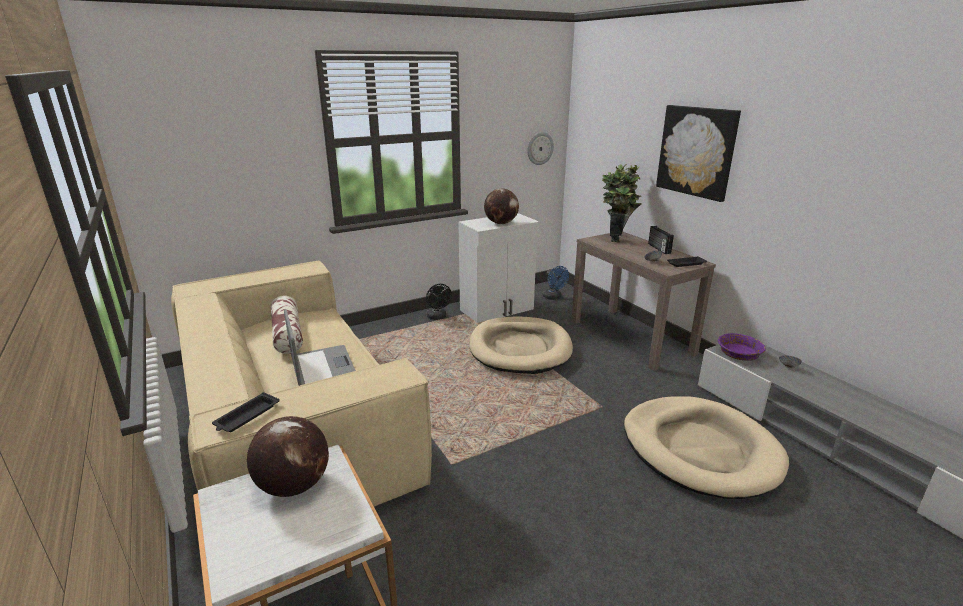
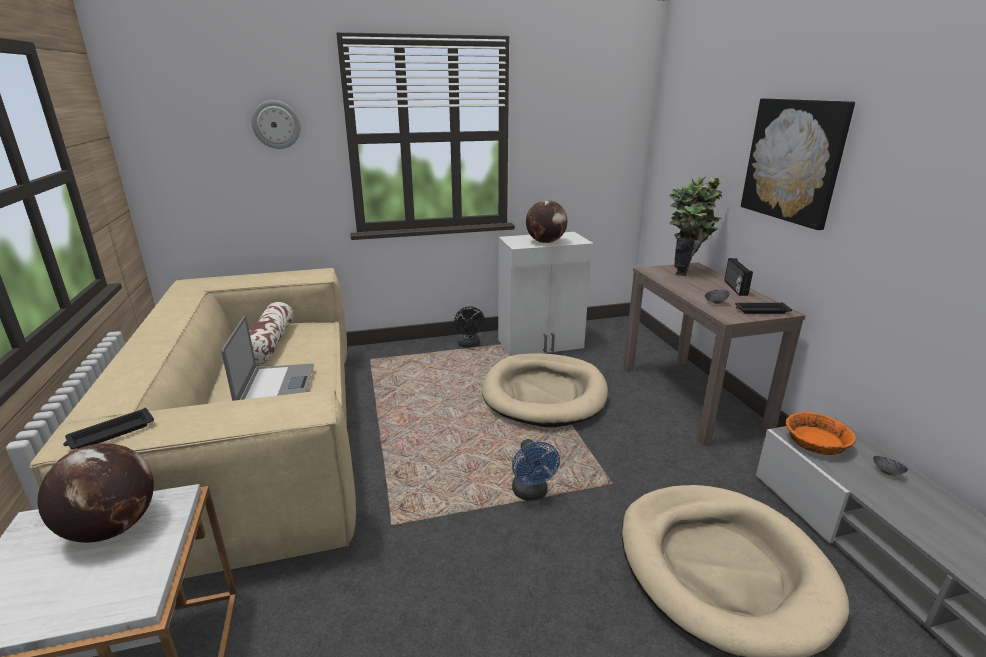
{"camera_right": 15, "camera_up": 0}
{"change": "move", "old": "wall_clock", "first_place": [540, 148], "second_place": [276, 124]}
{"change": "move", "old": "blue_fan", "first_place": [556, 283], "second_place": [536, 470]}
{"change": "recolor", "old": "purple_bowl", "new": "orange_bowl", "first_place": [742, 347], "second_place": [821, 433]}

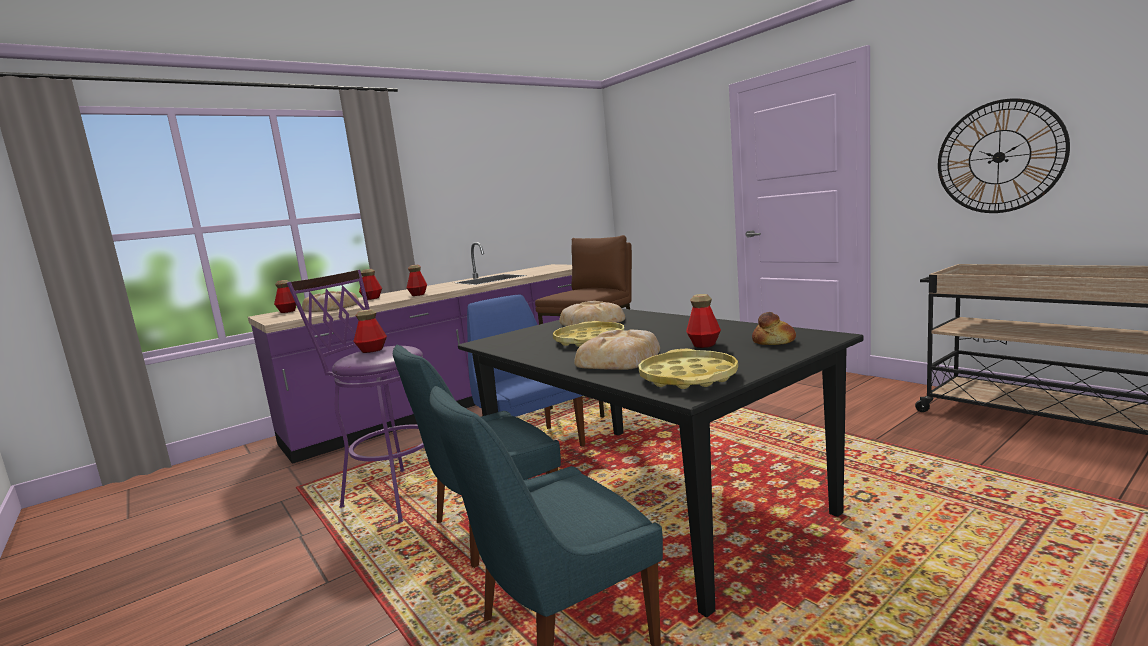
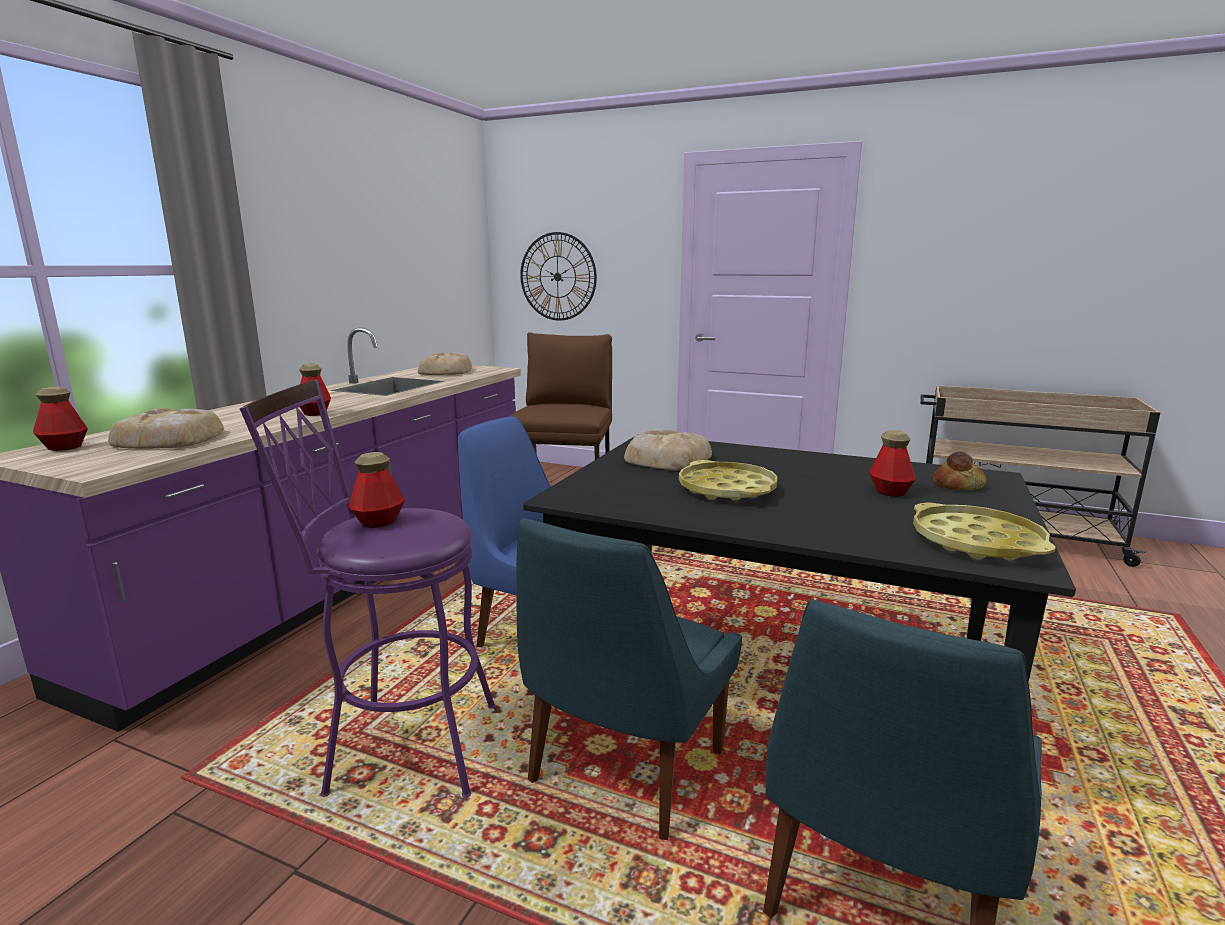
{"camera_right": -30, "camera_up": 5}
{"change": "move", "old": "wall_clock", "first_place": [1004, 155], "second_place": [558, 276]}
{"change": "delete", "old": "bottle", "first_place": [370, 284]}
{"change": "move", "old": "bread", "first_place": [617, 350], "second_place": [445, 363]}

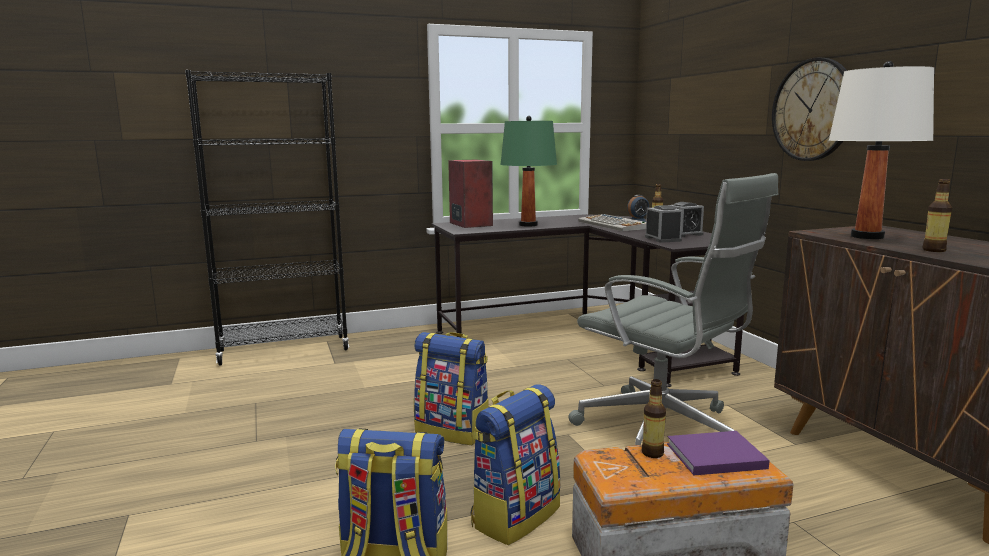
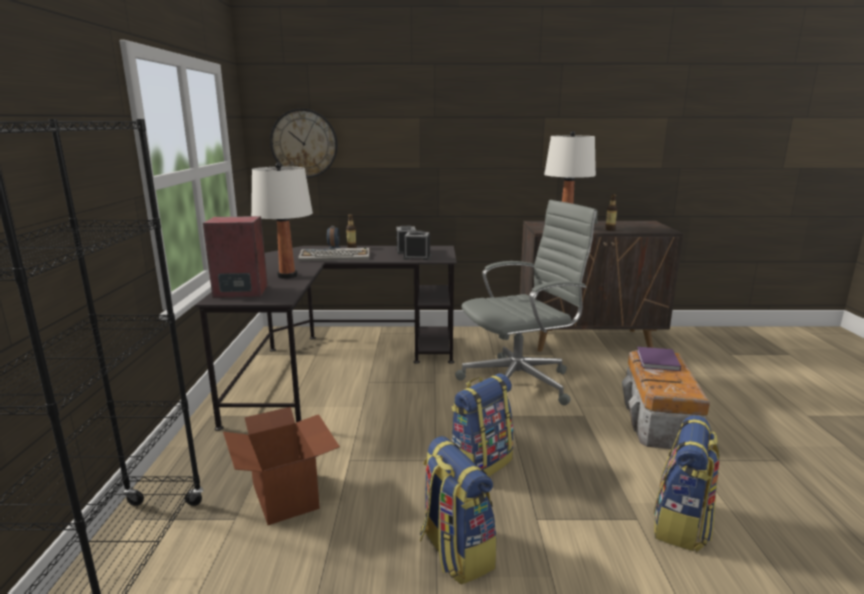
{"camera_right": -70, "camera_up": 5}
{"change": "move", "old": "wall_clock", "first_place": [809, 109], "second_place": [304, 143]}
{"change": "recolor", "old": "green_table_lamp", "new": "white_table_lamp", "first_place": [528, 171], "second_place": [282, 221]}
{"change": "delete", "old": "bottle", "first_place": [654, 418]}
{"change": "move", "old": "backpack", "first_place": [516, 464], "second_place": [458, 510]}
{"change": "insert", "new": "cardboard_box", "second_place": [281, 466]}

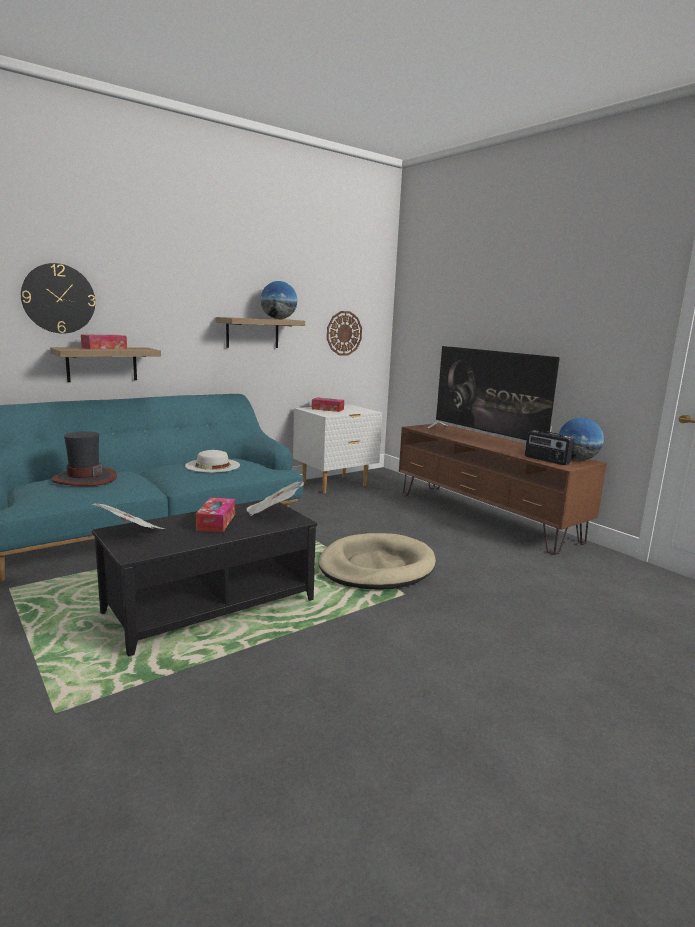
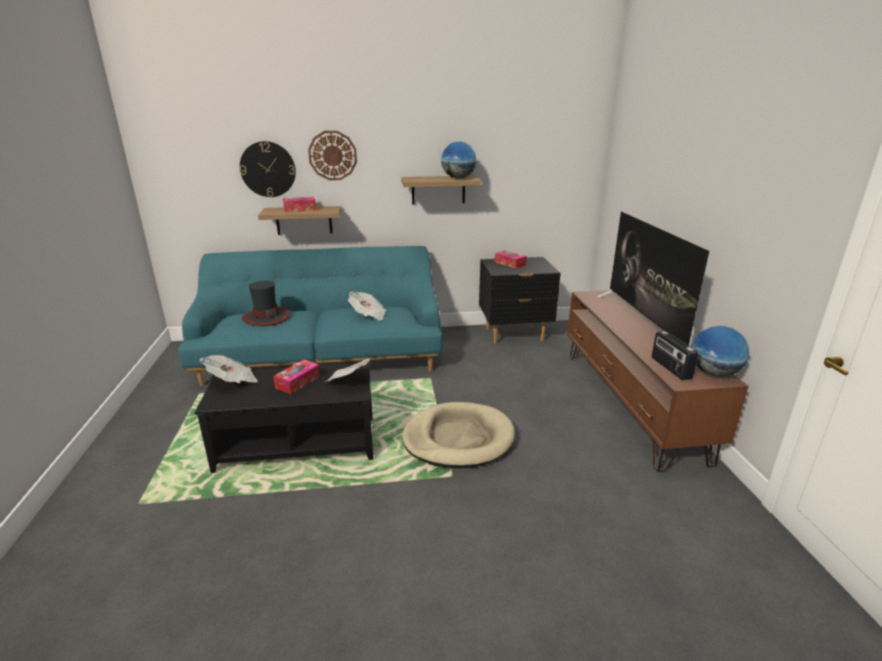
{"camera_right": 30, "camera_up": 10}
{"change": "move", "old": "wall_clock", "first_place": [344, 333], "second_place": [332, 155]}
{"change": "recolor", "old": "white_nightstand", "new": "black_nightstand", "first_place": [337, 449], "second_place": [520, 300]}
{"change": "replace", "old": "white_hat", "new": "newspaper", "first_place": [212, 461], "second_place": [367, 306]}

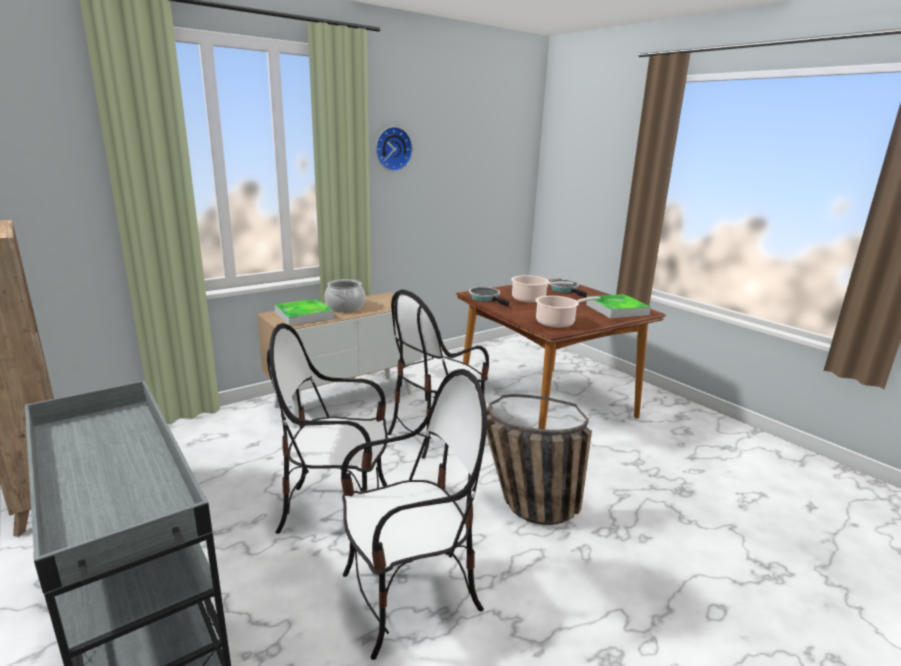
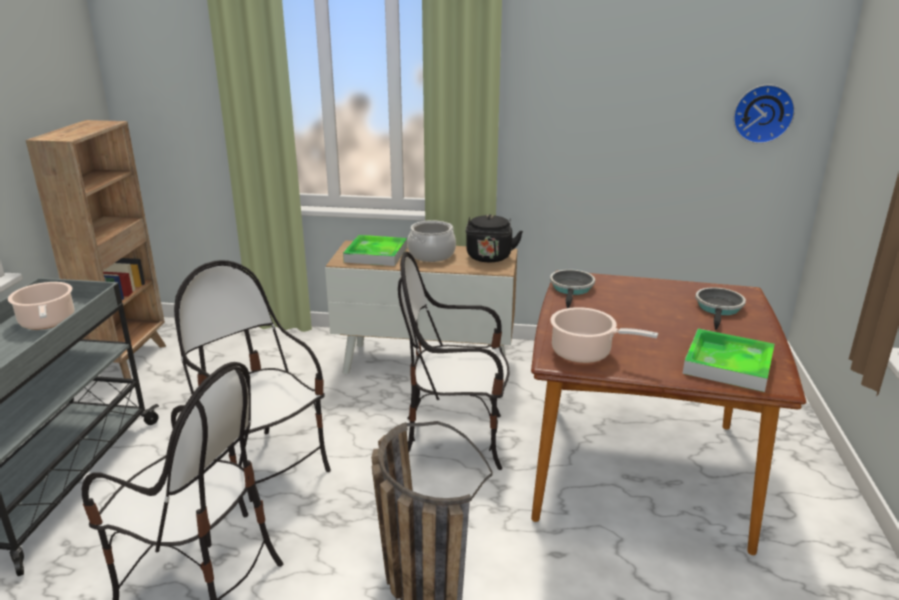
{"camera_right": 45, "camera_up": 5}
{"change": "move", "old": "wall_clock", "first_place": [394, 149], "second_place": [764, 114]}
{"change": "move", "old": "cooking_pot", "first_place": [542, 289], "second_place": [41, 306]}
{"change": "insert", "new": "black_kettle", "second_place": [494, 238]}

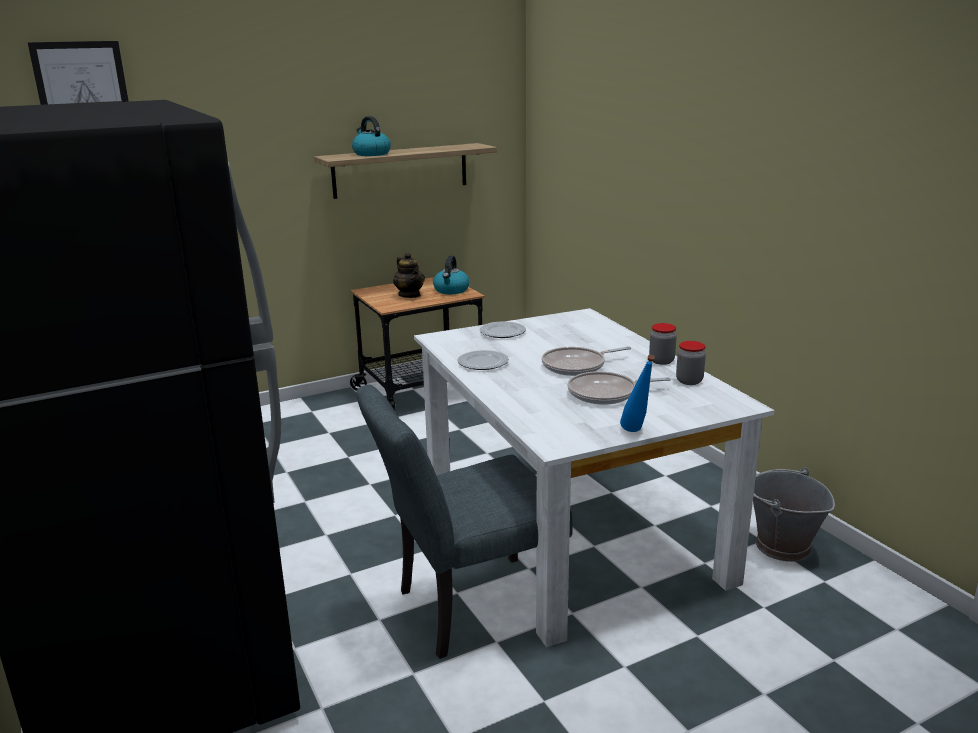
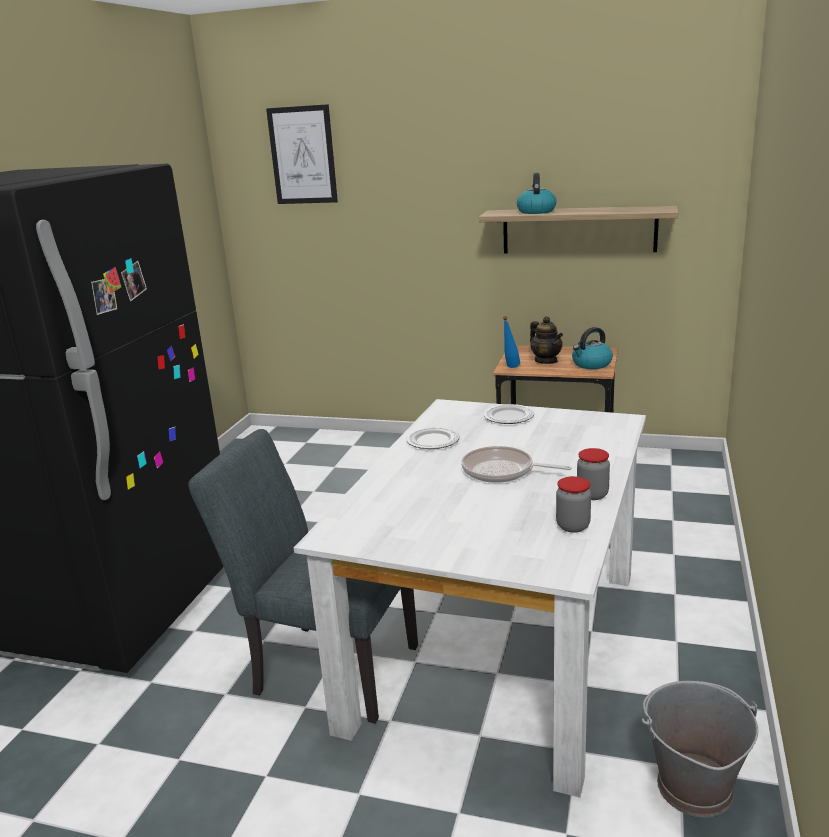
{"camera_right": 45, "camera_up": 0}
{"change": "rotate", "old": "teapot", "first_place": [409, 275], "second_place": [546, 340], "degrees": -45}
{"change": "move", "old": "blue_bottle", "first_place": [637, 393], "second_place": [511, 342]}
{"change": "delete", "old": "frying_pan", "first_place": [619, 388]}

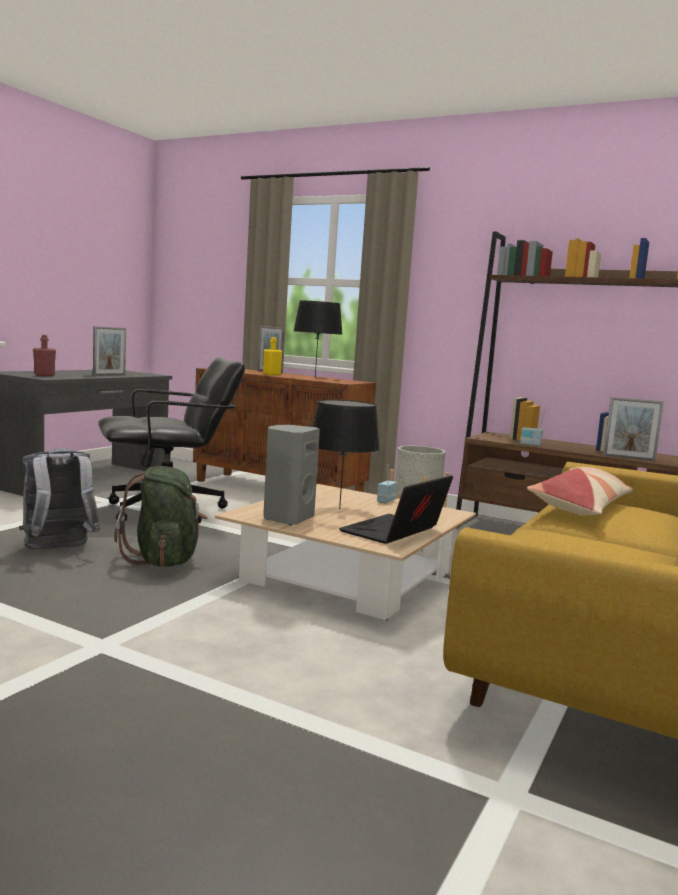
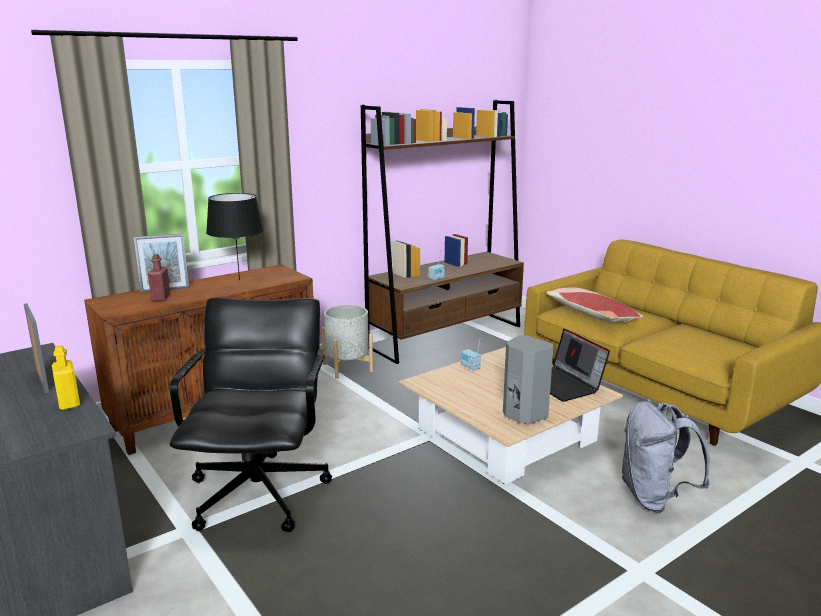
{"camera_right": -65, "camera_up": 10}
{"change": "move", "old": "red_bottle", "first_place": [44, 355], "second_place": [159, 278]}
{"change": "move", "old": "yellow_bottle", "first_place": [272, 356], "second_place": [66, 377]}
{"change": "delete", "old": "picture_frame", "first_place": [633, 429]}
{"change": "delete", "old": "black_table_lamp", "first_place": [346, 454]}
{"change": "move", "old": "grey_backpack", "first_place": [59, 499], "second_place": [665, 457]}
{"change": "delete", "old": "green_backpack", "first_place": [161, 516]}

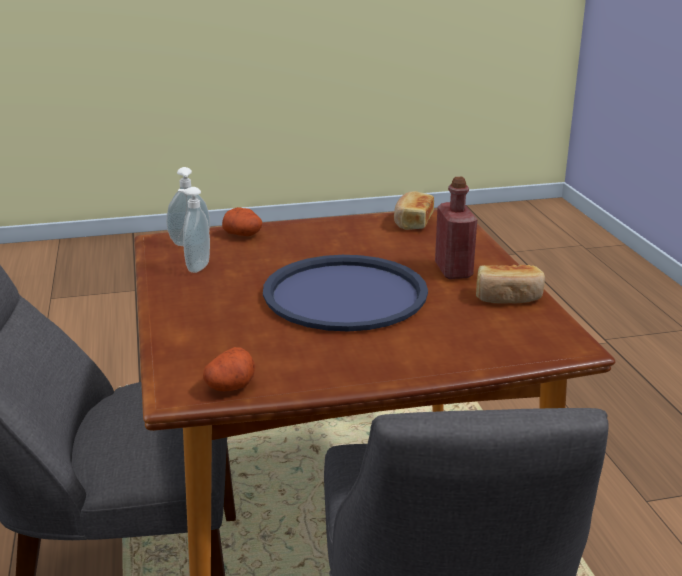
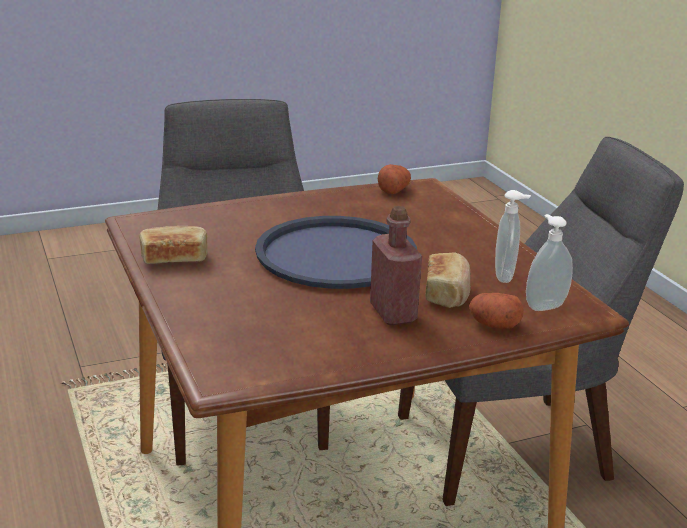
{"camera_right": 170, "camera_up": 0}
{"change": "move", "old": "red_bottle", "first_place": [456, 228], "second_place": [396, 265]}
{"change": "move", "old": "bread", "first_place": [414, 210], "second_place": [448, 280]}

